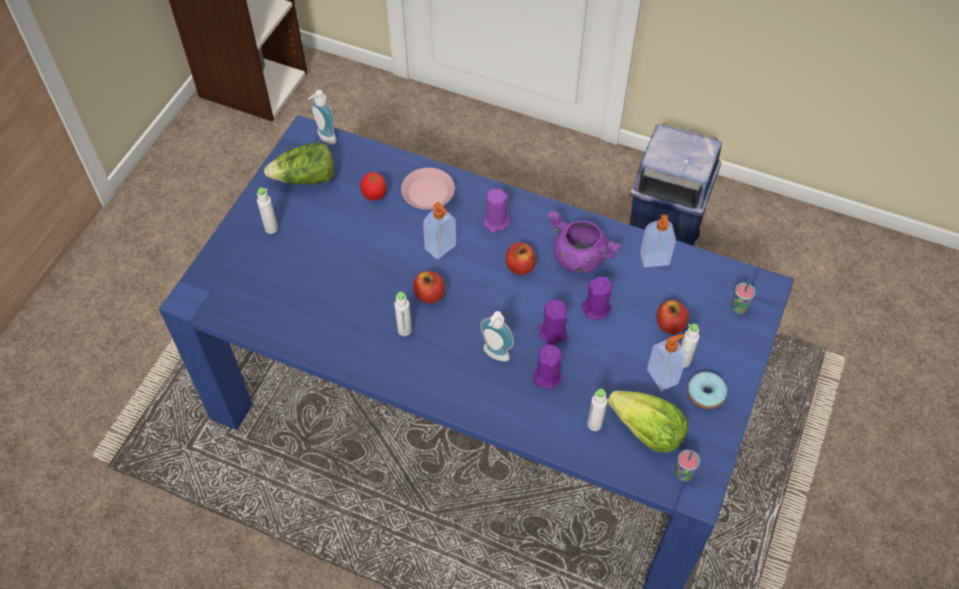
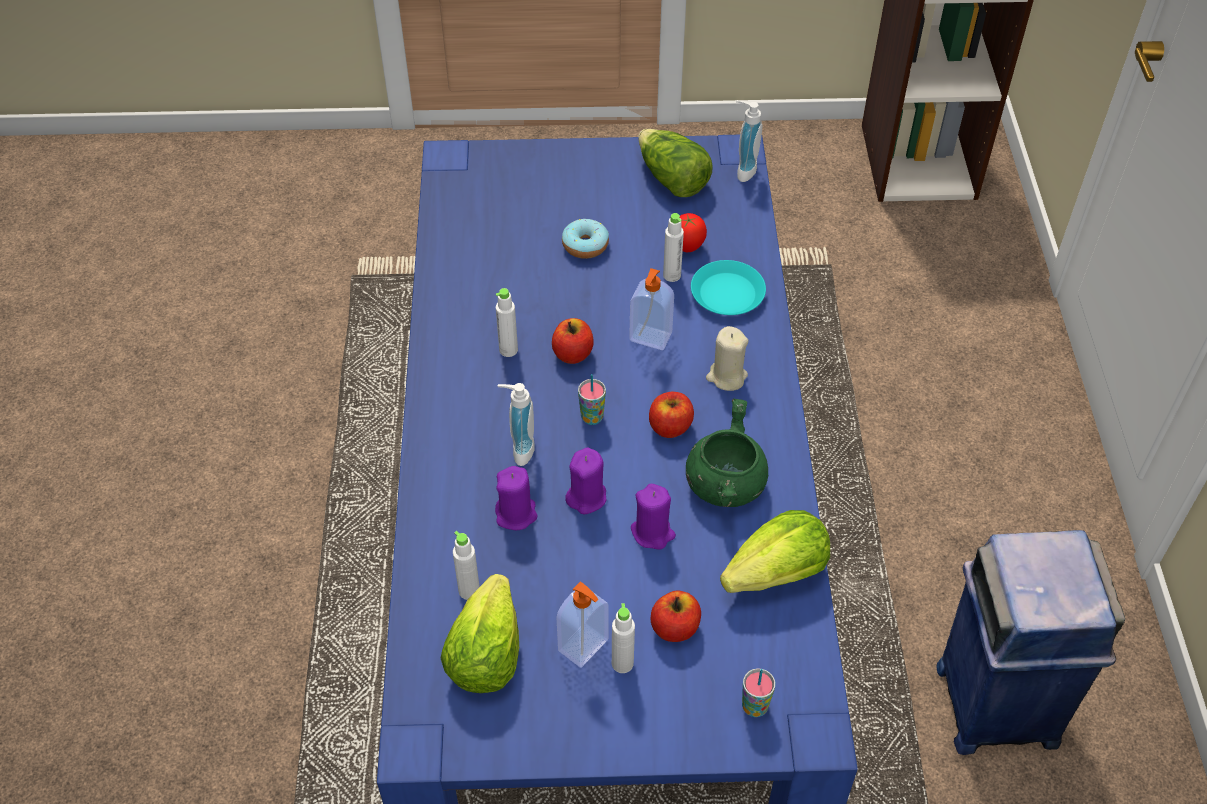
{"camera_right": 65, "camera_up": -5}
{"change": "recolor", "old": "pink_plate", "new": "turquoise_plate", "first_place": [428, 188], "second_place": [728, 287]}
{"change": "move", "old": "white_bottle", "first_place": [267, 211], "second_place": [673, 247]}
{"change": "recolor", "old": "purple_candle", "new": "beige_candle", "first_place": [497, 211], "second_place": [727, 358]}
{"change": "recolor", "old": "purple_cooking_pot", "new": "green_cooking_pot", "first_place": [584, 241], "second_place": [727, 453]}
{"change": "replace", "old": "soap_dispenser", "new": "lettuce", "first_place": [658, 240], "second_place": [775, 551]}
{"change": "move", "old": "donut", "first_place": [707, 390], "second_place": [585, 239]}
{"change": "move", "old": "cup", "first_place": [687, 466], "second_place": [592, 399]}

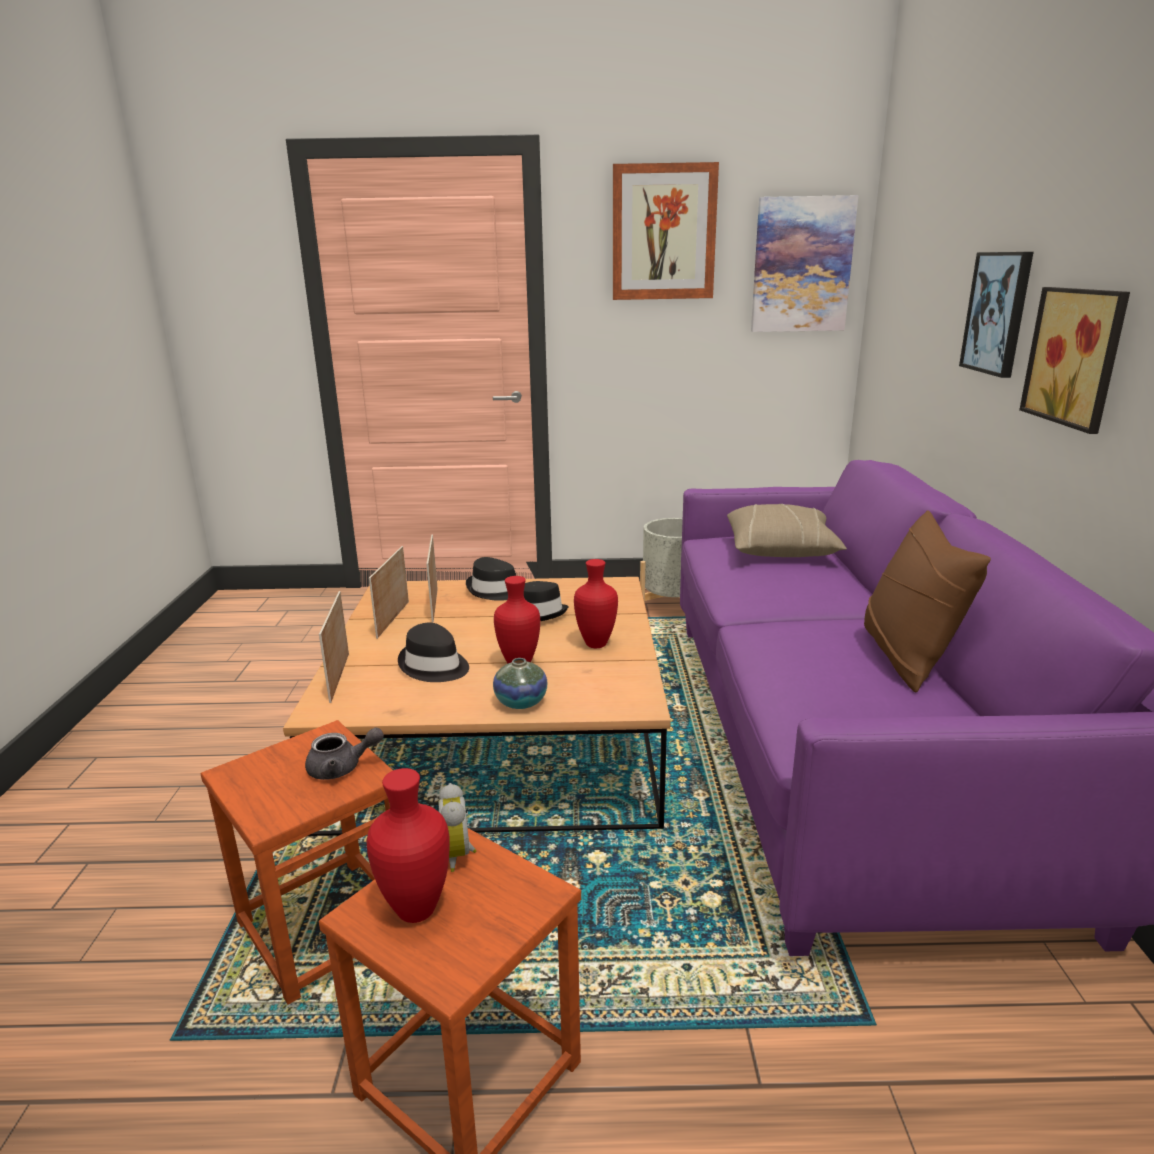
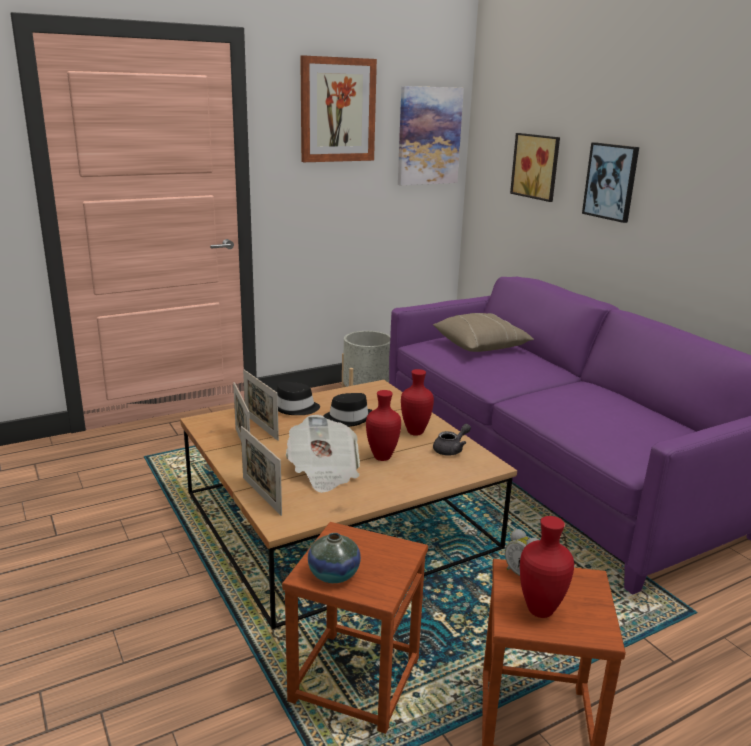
{"camera_right": -30, "camera_up": 0}
{"change": "move", "old": "picture", "first_place": [1074, 360], "second_place": [535, 167]}
{"change": "delete", "old": "brown_pillow", "first_place": [927, 601]}
{"change": "replace", "old": "black_hat", "new": "newspaper", "first_place": [433, 652], "second_place": [323, 454]}
{"change": "move", "old": "vase", "first_place": [520, 683], "second_place": [334, 558]}
{"change": "move", "old": "grey_teapot", "first_place": [344, 753], "second_place": [452, 440]}

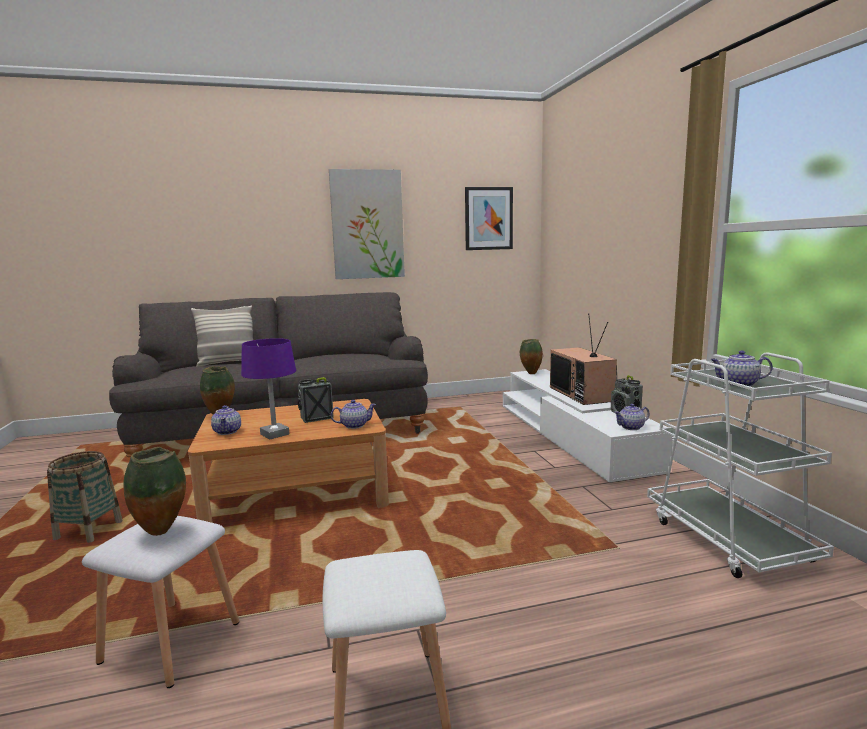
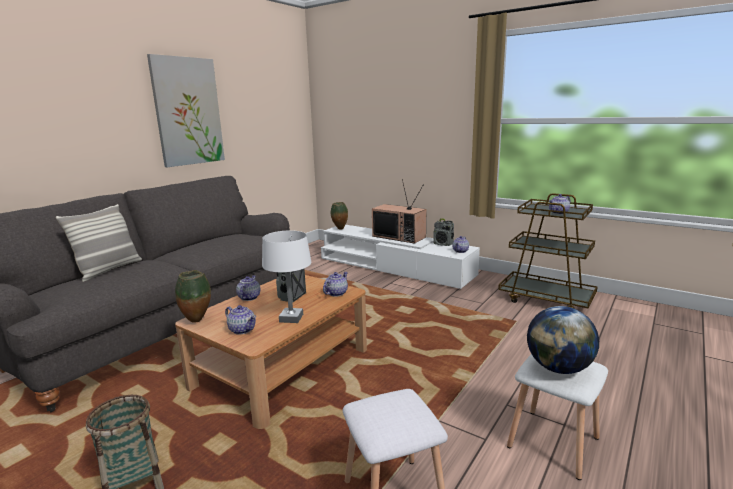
{"camera_right": -40, "camera_up": 5}
{"change": "delete", "old": "picture", "first_place": [489, 218]}
{"change": "recolor", "old": "purple_table_lamp", "new": "white_table_lamp", "first_place": [268, 388], "second_place": [286, 277]}
{"change": "recolor", "old": "white_cart", "new": "brown_cart", "first_place": [740, 465], "second_place": [548, 251]}
{"change": "delete", "old": "vase", "first_place": [154, 491]}
{"change": "insert", "new": "teapot", "second_place": [248, 288]}
{"change": "insert", "new": "globe", "second_place": [563, 340]}

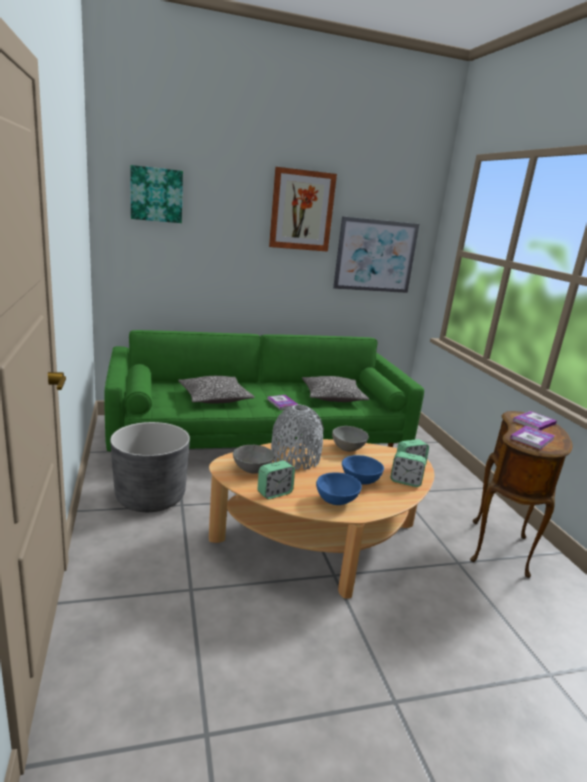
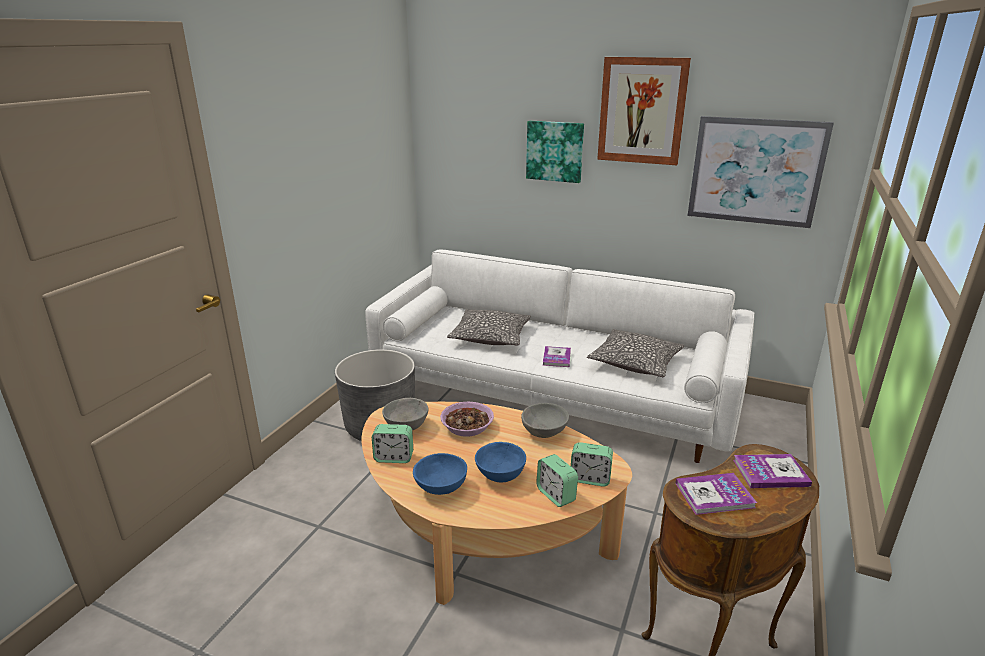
{"camera_right": 40, "camera_up": 5}
{"change": "move", "old": "picture", "first_place": [156, 194], "second_place": [555, 152]}
{"change": "recolor", "old": "green_sofa", "new": "white_sofa", "first_place": [264, 391], "second_place": [560, 356]}
{"change": "replace", "old": "grey_vase", "new": "bowl", "first_place": [297, 437], "second_place": [467, 419]}

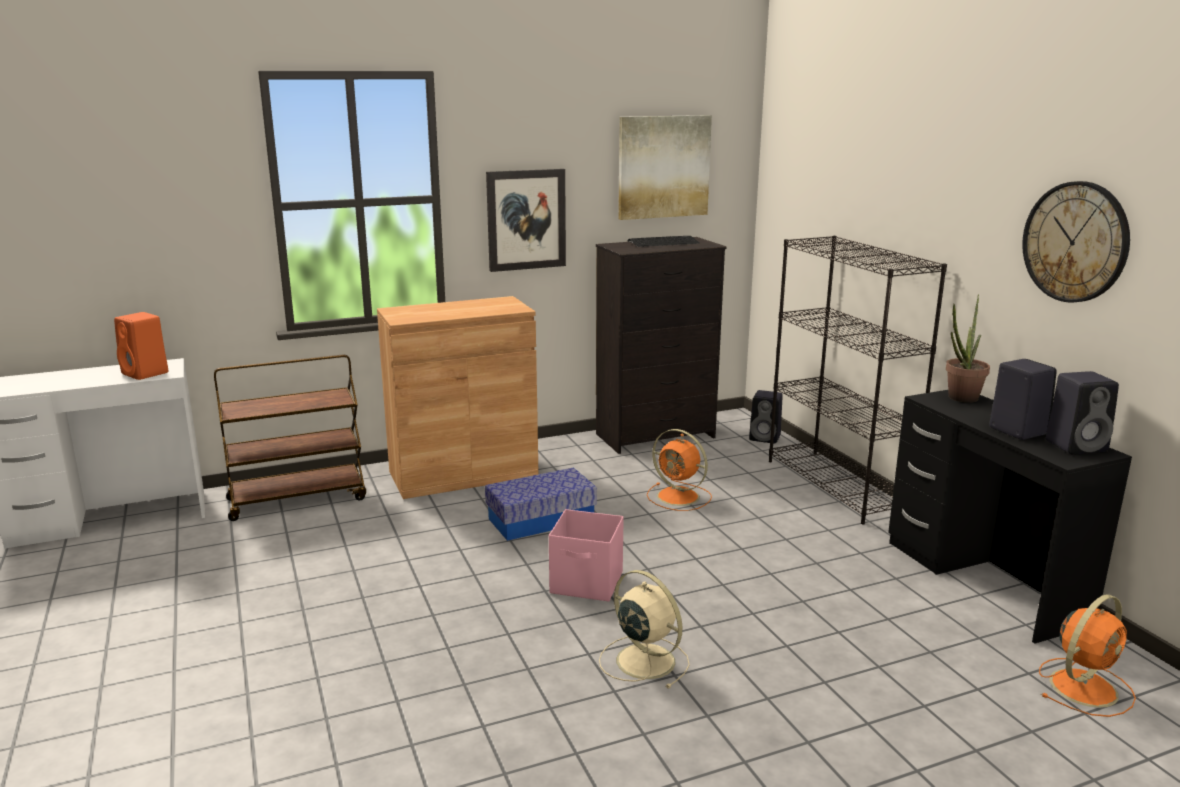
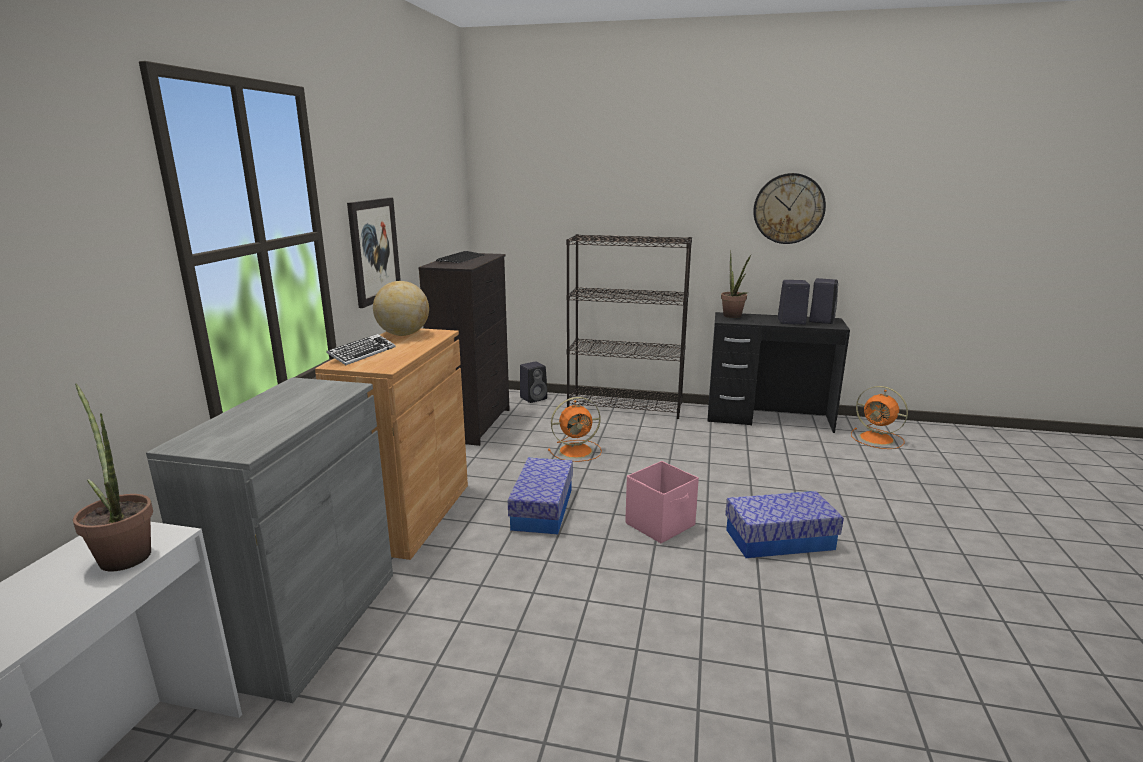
{"camera_right": -55, "camera_up": 0}
{"change": "delete", "old": "picture", "first_place": [665, 167]}
{"change": "replace", "old": "orange_speaker", "new": "potted_plant", "first_place": [141, 346], "second_place": [113, 478]}
{"change": "replace", "old": "brown_cart", "new": "grey_cabinet", "first_place": [290, 437], "second_place": [269, 540]}
{"change": "replace", "old": "beige_fan", "new": "storage_box", "first_place": [644, 629], "second_place": [784, 524]}
{"change": "rotate", "old": "orange_fan", "first_place": [1087, 655], "second_place": [879, 417], "degrees": 135}
{"change": "insert", "new": "globe", "second_place": [401, 308]}
{"change": "insert", "new": "keyboard", "second_place": [360, 349]}

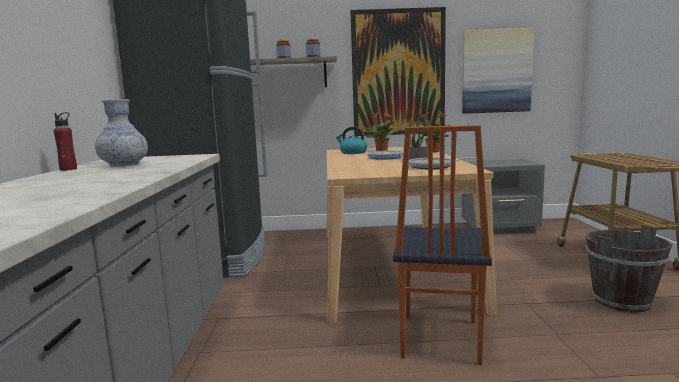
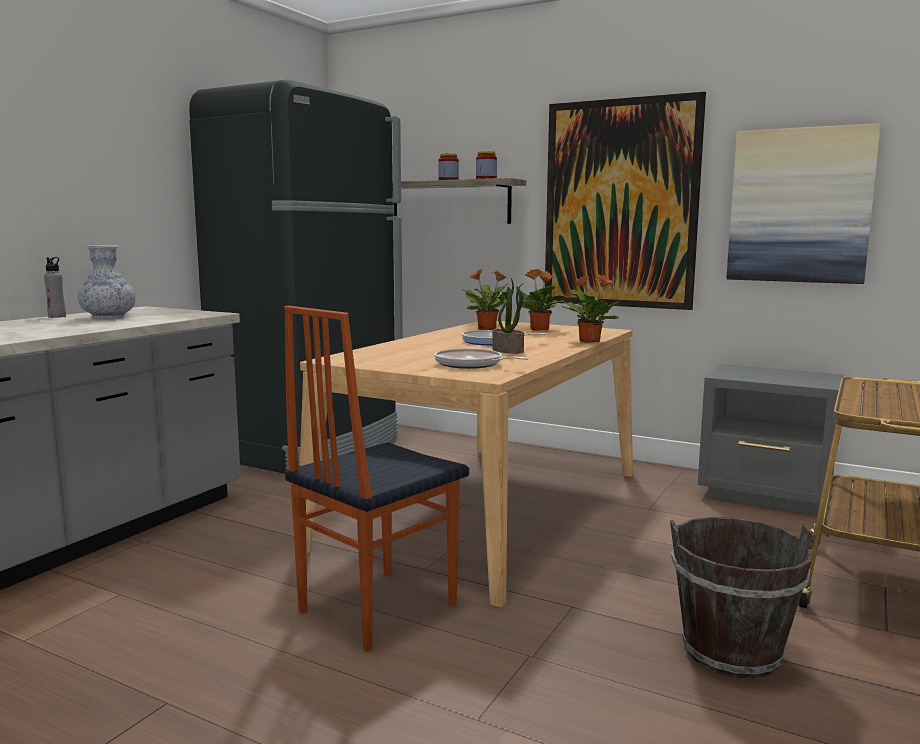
{"camera_right": 30, "camera_up": 0}
{"change": "recolor", "old": "red_bottle", "new": "grey_bottle", "first_place": [65, 141], "second_place": [55, 287]}
{"change": "replace", "old": "kettle", "new": "potted_plant", "first_place": [351, 140], "second_place": [485, 299]}

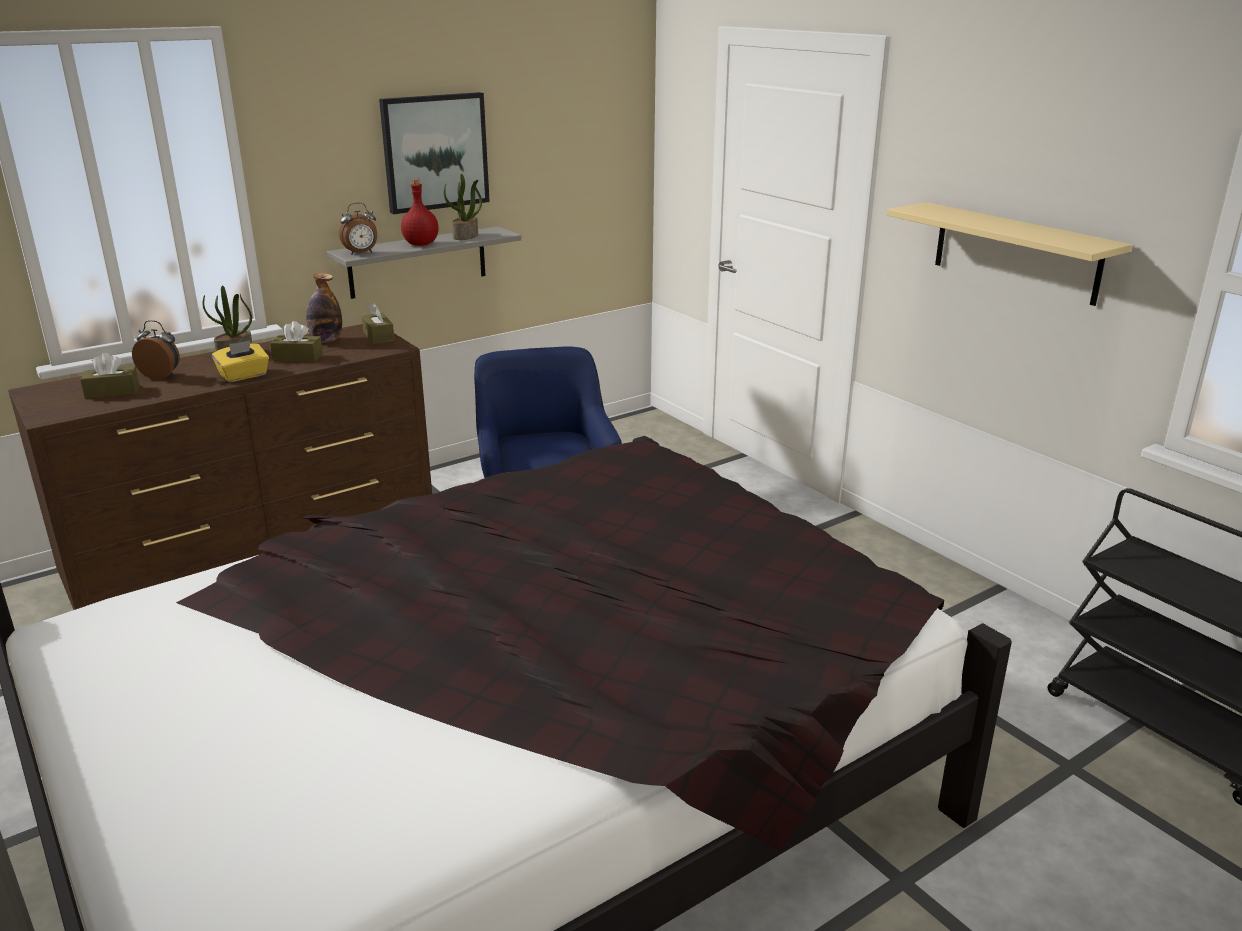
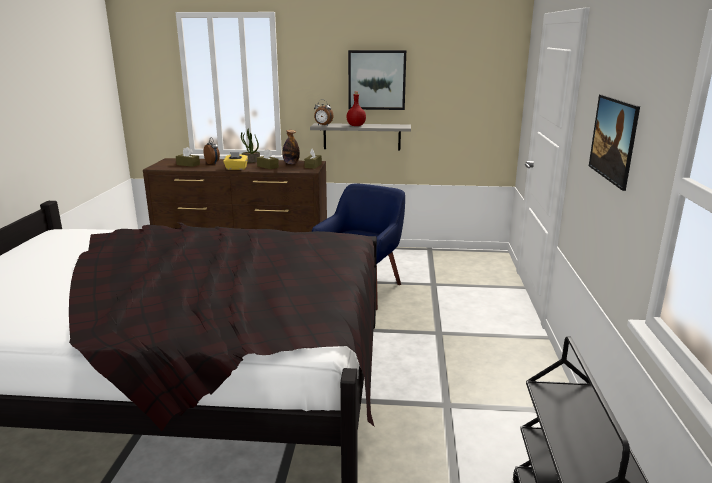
{"camera_right": 40, "camera_up": -5}
{"change": "delete", "old": "potted_plant", "first_place": [462, 207]}
{"change": "replace", "old": "beige_shelf", "new": "picture", "first_place": [1010, 254], "second_place": [614, 143]}

